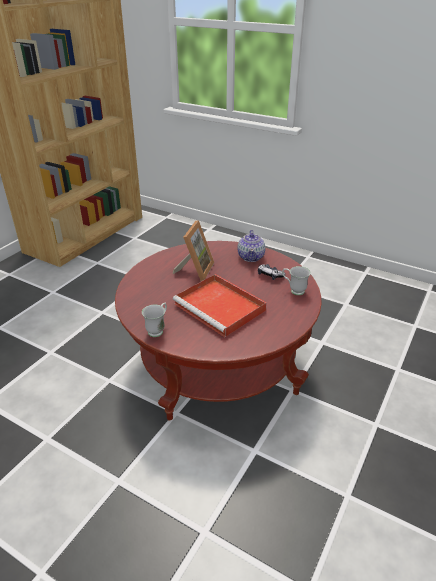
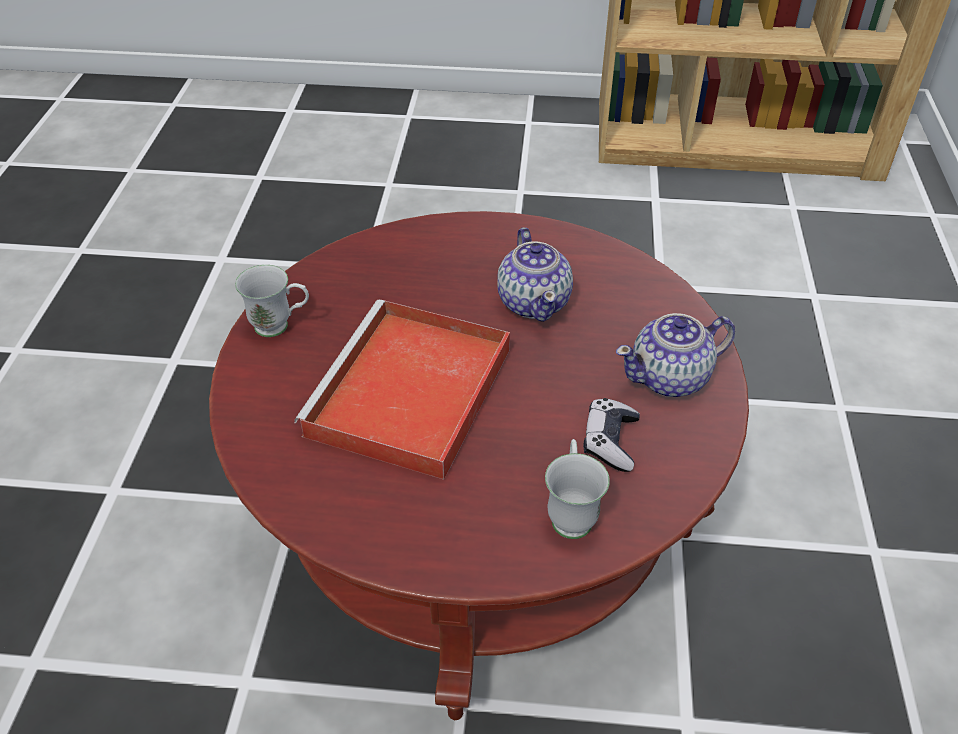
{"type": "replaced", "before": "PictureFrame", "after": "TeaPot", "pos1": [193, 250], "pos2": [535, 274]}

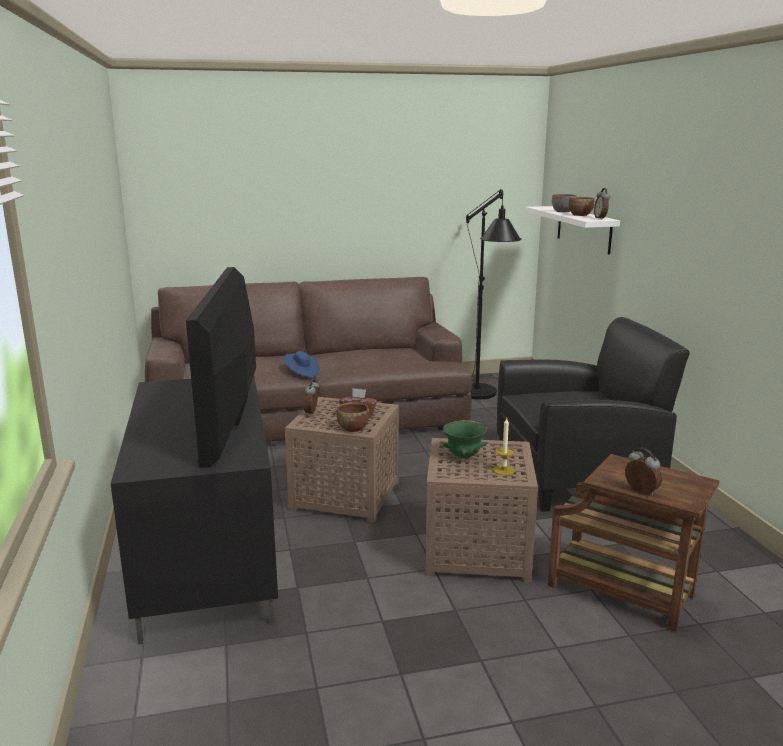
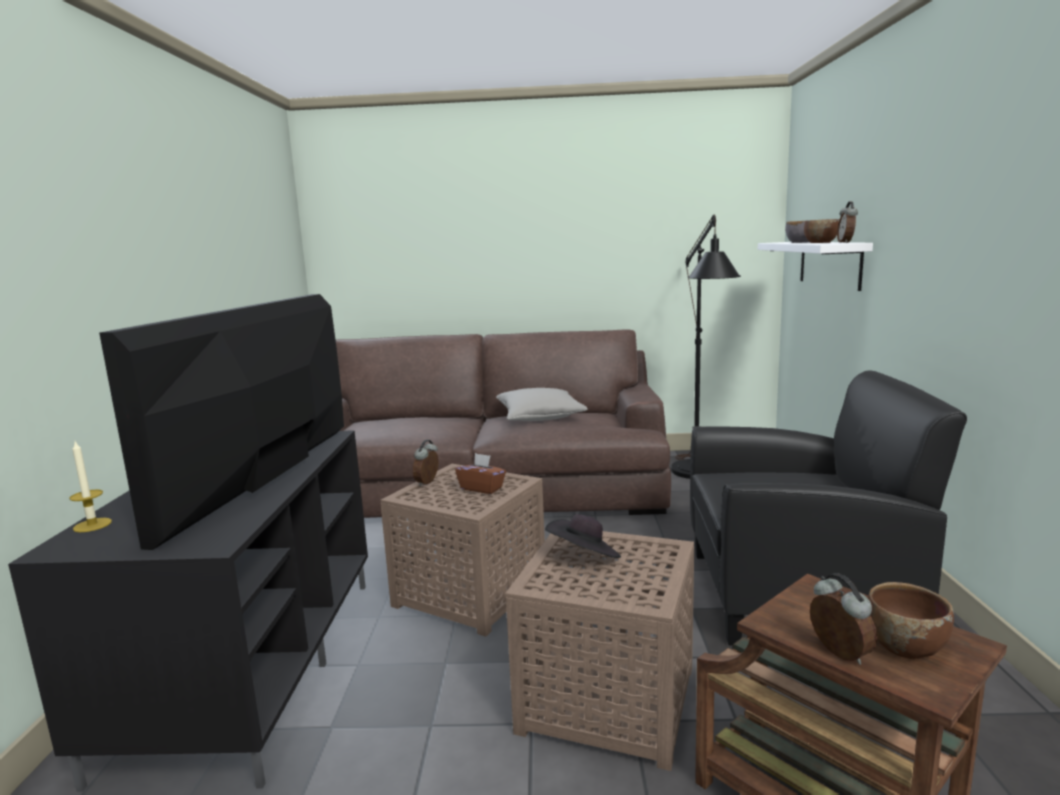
{"type": "moved", "before": "WaxLight", "pos1": [504, 446], "pos2": [90, 487]}
{"type": "added", "after": "GreyishCushion", "pos2": [542, 404]}
{"type": "replaced", "before": "GreenColouredServingBowl", "after": "BlackClothingHat", "pos1": [465, 439], "pos2": [583, 536]}
{"type": "moved", "before": "BrownishServingBowl", "pos1": [353, 417], "pos2": [911, 620]}
{"type": "removed", "before": "BluishClothingHat", "pos1": [301, 364]}

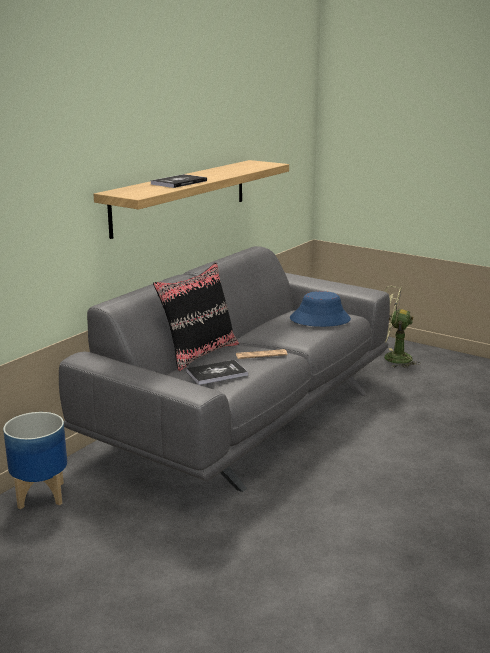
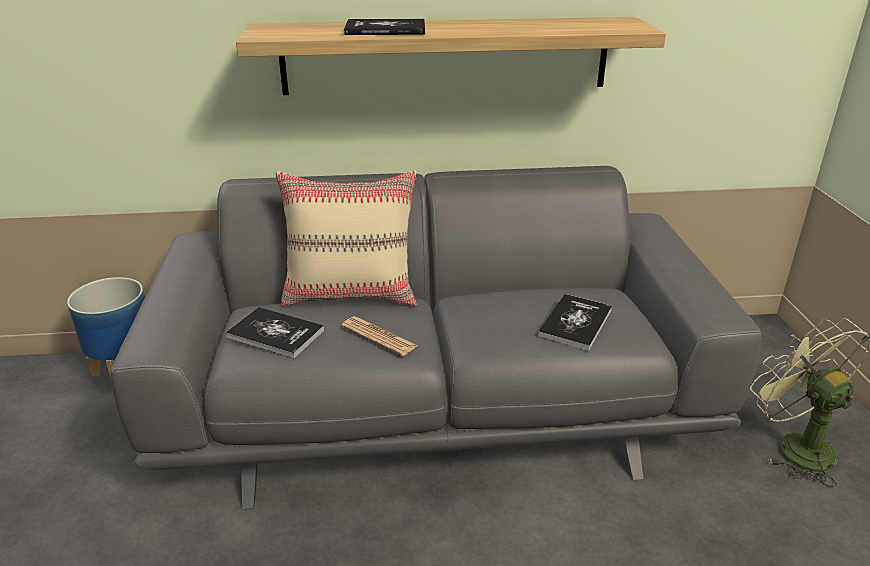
{"type": "recoloured", "before": "BlackCushion", "after": "BeigeColouredCushion", "pos1": [196, 316], "pos2": [346, 238]}
{"type": "replaced", "before": "BluishClothingHat", "after": "BoundBook", "pos1": [320, 309], "pos2": [575, 322]}

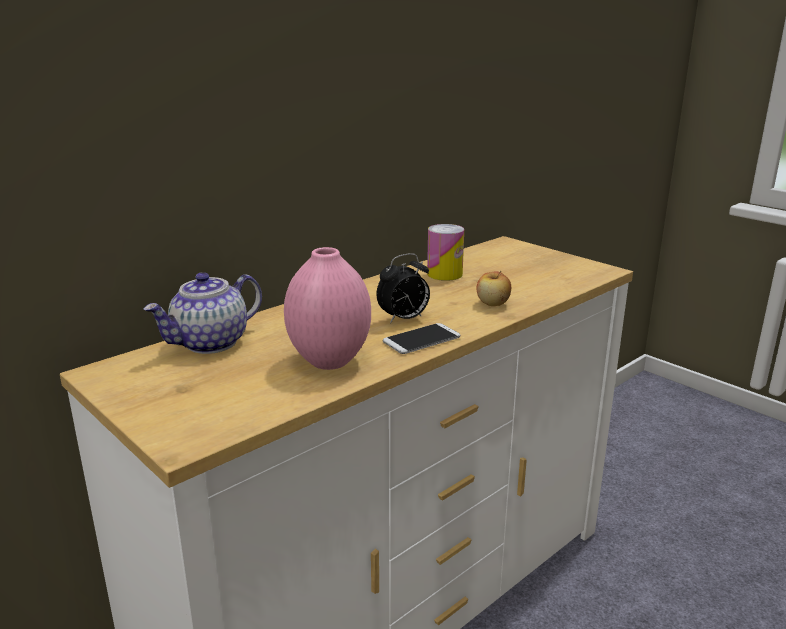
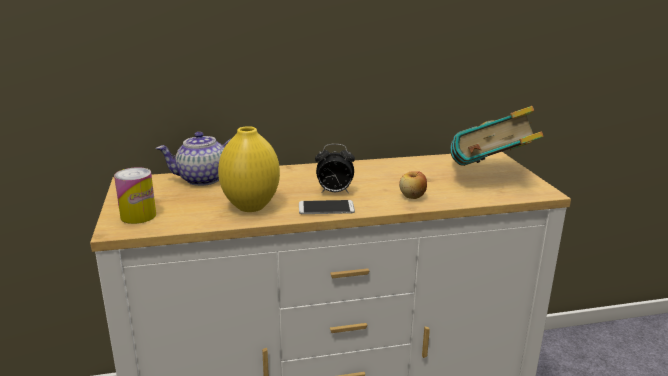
{"type": "moved", "before": "SealedCan", "pos1": [445, 252], "pos2": [135, 195]}
{"type": "recoloured", "before": "PinkishFlowerVase", "after": "YellowFlowerVase", "pos1": [327, 308], "pos2": [249, 169]}
{"type": "added", "after": "BoundBook", "pos2": [496, 136]}

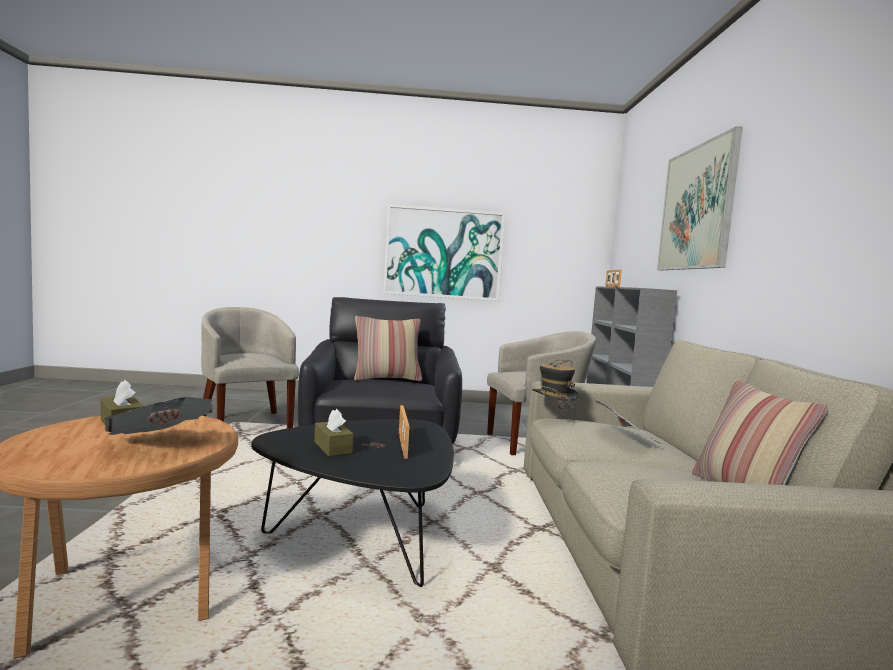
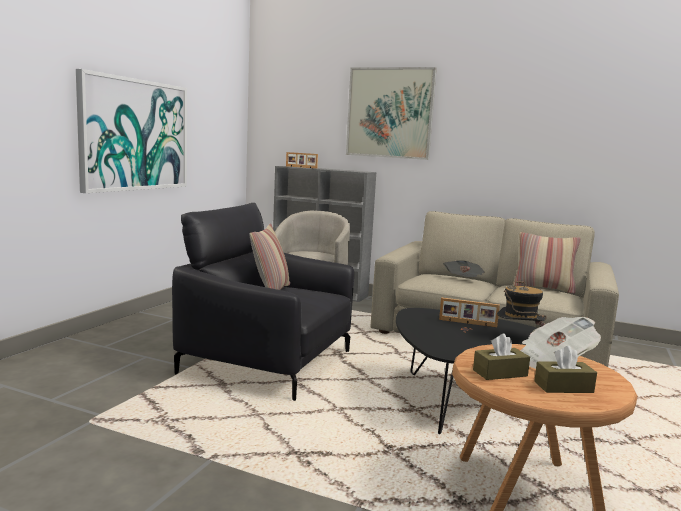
{"type": "moved", "before": "ClothingHat", "pos1": [555, 390], "pos2": [522, 303]}
{"type": "moved", "before": "BrownishTissueHolder", "pos1": [334, 432], "pos2": [565, 369]}
{"type": "removed", "before": "BeigeColouredEasyChair", "pos1": [250, 367]}

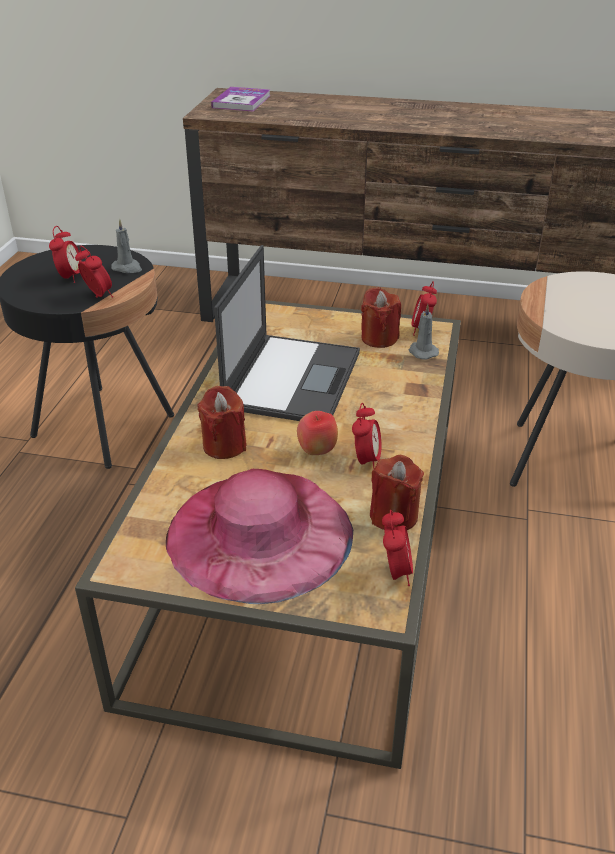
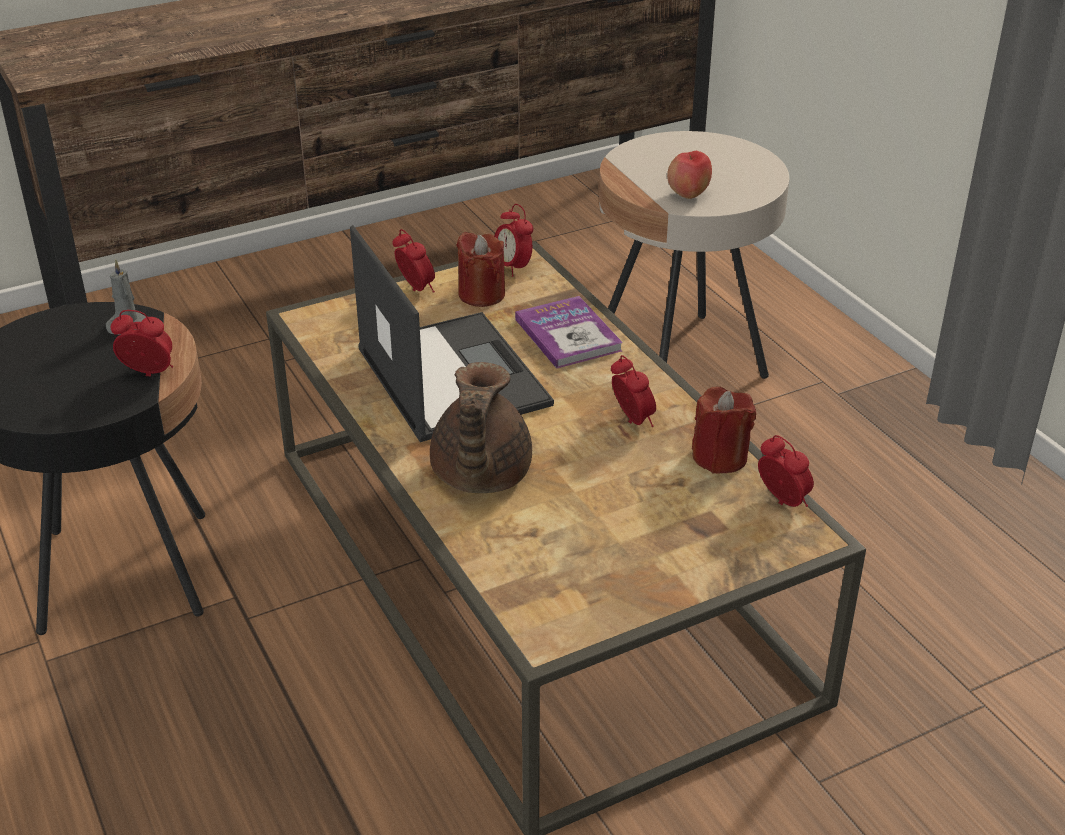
{"type": "moved", "before": "BedsideClock", "pos1": [65, 254], "pos2": [413, 261]}
{"type": "replaced", "before": "RedWaxLight", "after": "BrownishTeaPot", "pos1": [222, 422], "pos2": [481, 427]}
{"type": "moved", "before": "BoundBook", "pos1": [240, 99], "pos2": [569, 332]}
{"type": "moved", "before": "Apple", "pos1": [317, 433], "pos2": [689, 175]}
{"type": "removed", "before": "PinkishClothingHat", "pos1": [259, 536]}
{"type": "removed", "before": "GreyishWaxLight", "pos1": [424, 332]}

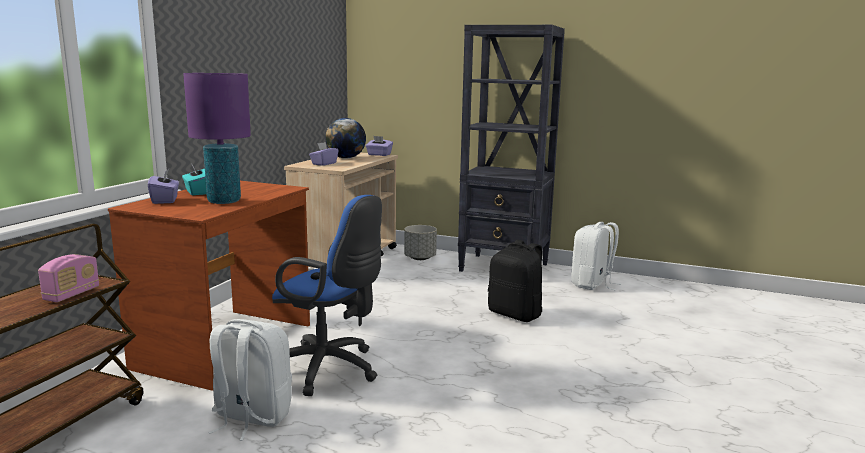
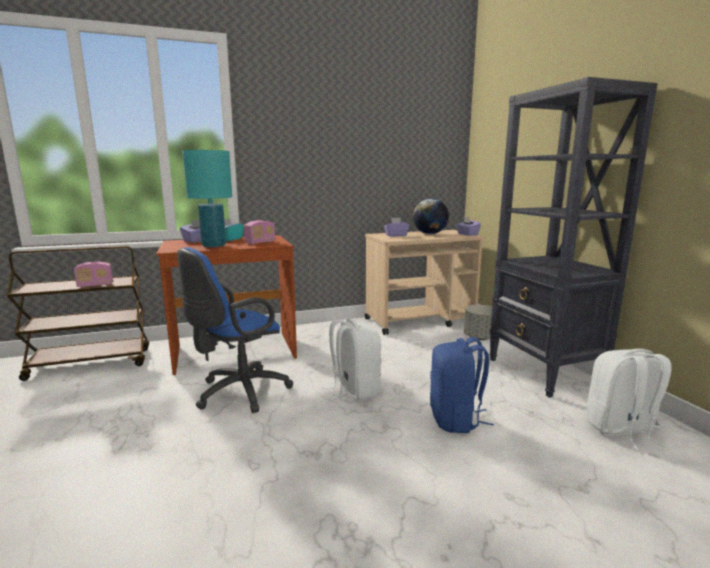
{"type": "turned", "before": "BluishComputerChair", "pos1": [327, 295], "pos2": [235, 330], "turn": 60}
{"type": "recoloured", "before": "PurpleTableLamp", "after": "TurquoiseTableLamp", "pos1": [217, 138], "pos2": [207, 198]}
{"type": "added", "after": "RadioSet", "pos2": [259, 232]}
{"type": "moved", "before": "WhiteRucksack", "pos1": [250, 380], "pos2": [351, 360]}
{"type": "recoloured", "before": "BlackRucksack", "after": "BluishRucksack", "pos1": [515, 281], "pos2": [462, 385]}

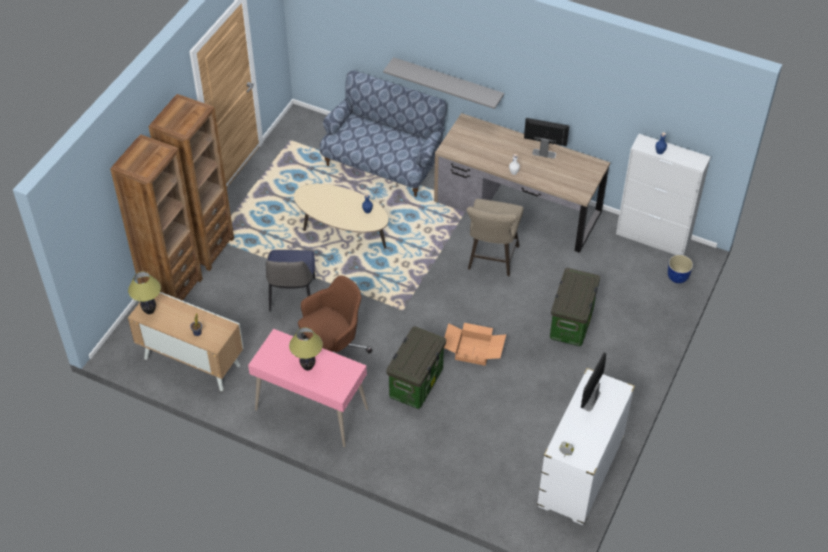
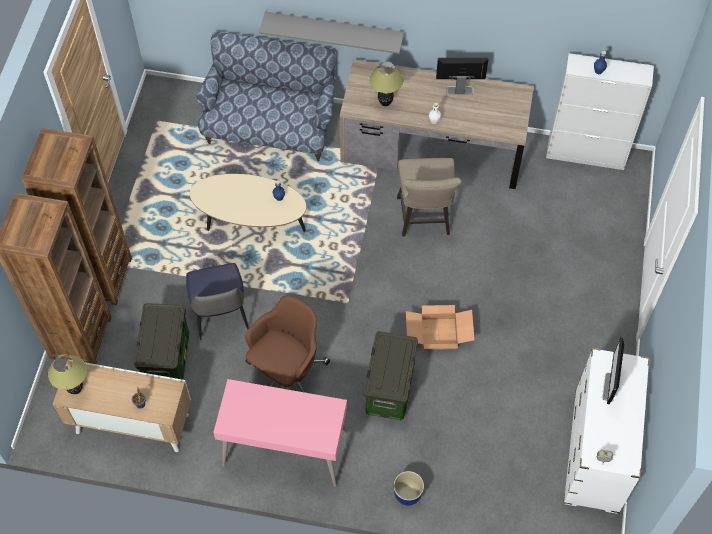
{"type": "moved", "before": "StorageBin", "pos1": [575, 307], "pos2": [161, 341]}
{"type": "moved", "before": "TableLamp", "pos1": [306, 349], "pos2": [386, 83]}
{"type": "moved", "before": "FlowerPot", "pos1": [680, 269], "pos2": [408, 488]}

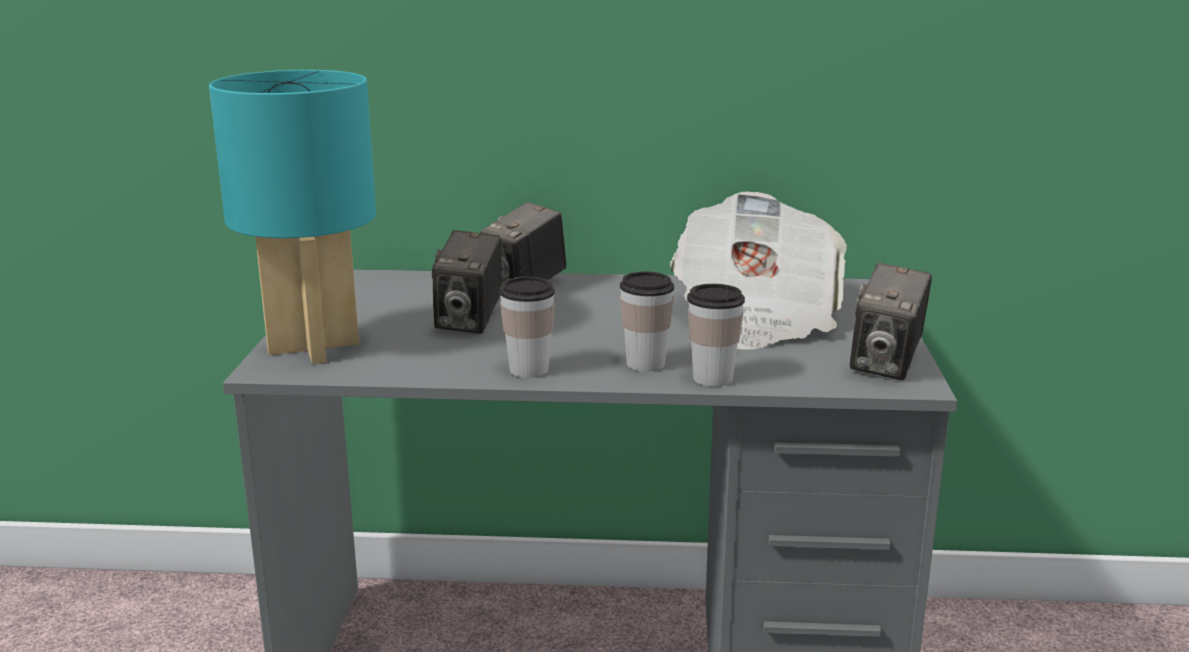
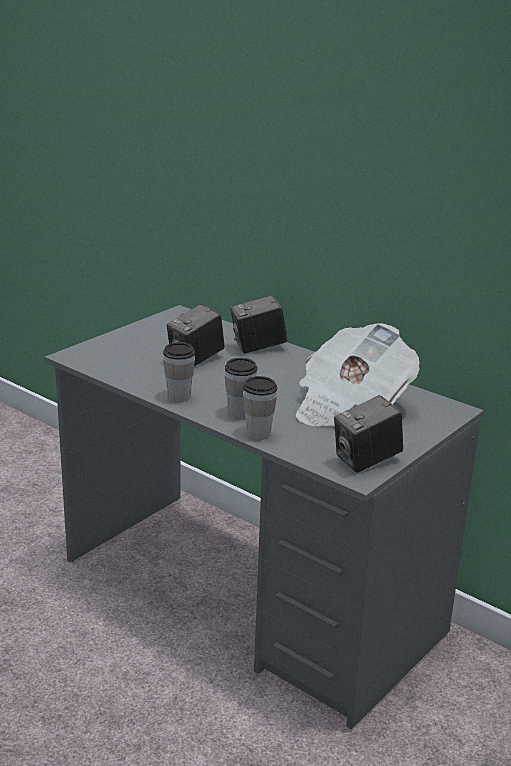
{"type": "removed", "before": "TurquoiseTableLamp", "pos1": [292, 217]}

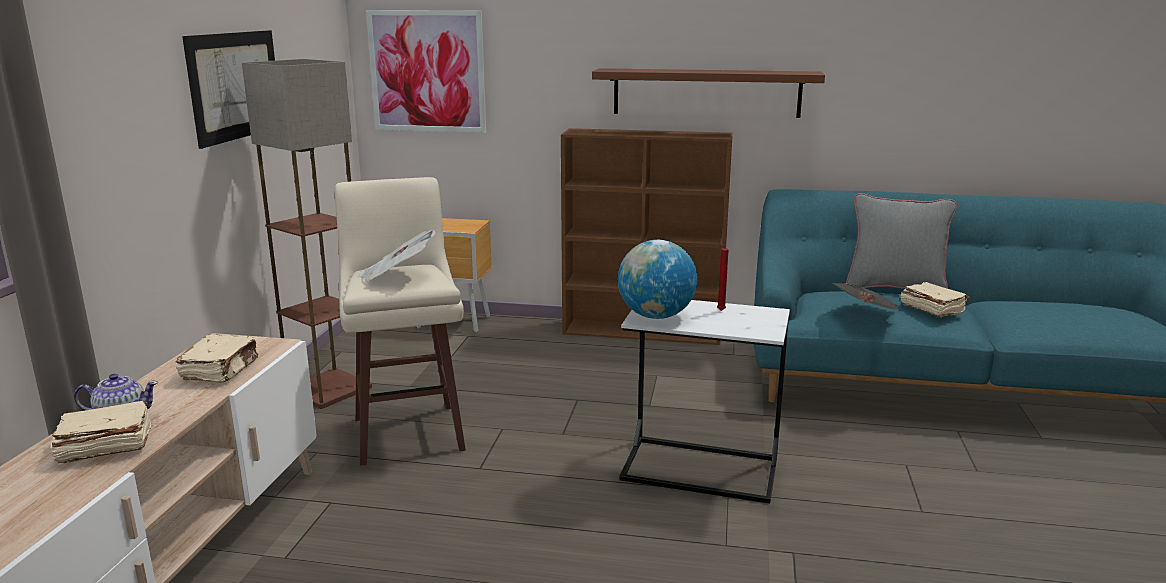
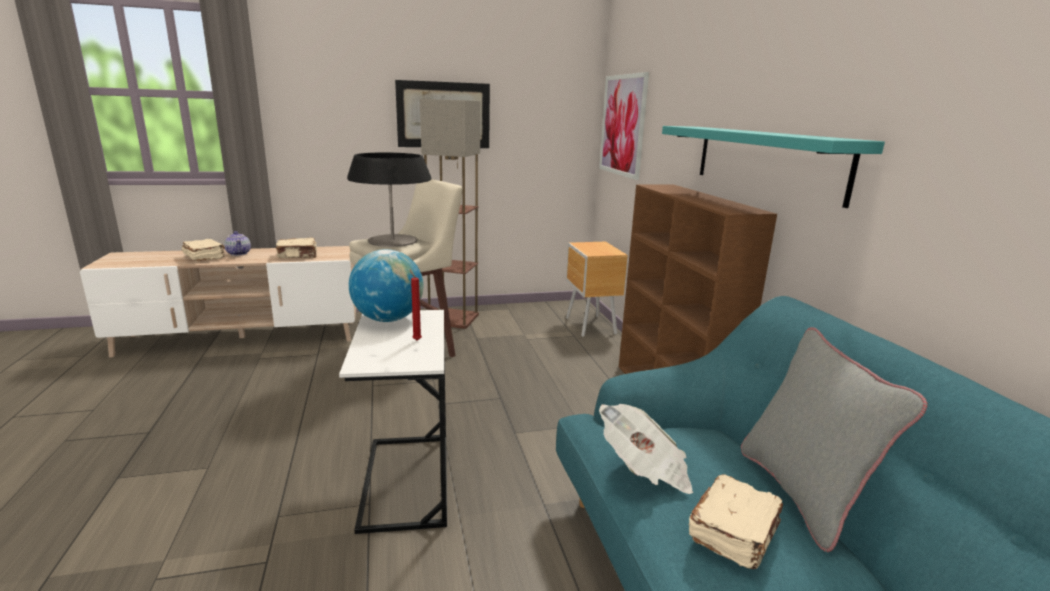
{"type": "replaced", "before": "Newspaper", "after": "TableLamp", "pos1": [397, 256], "pos2": [389, 200]}
{"type": "recoloured", "before": "BrownishShelf", "after": "TurquoiseShelf", "pos1": [708, 93], "pos2": [773, 167]}

